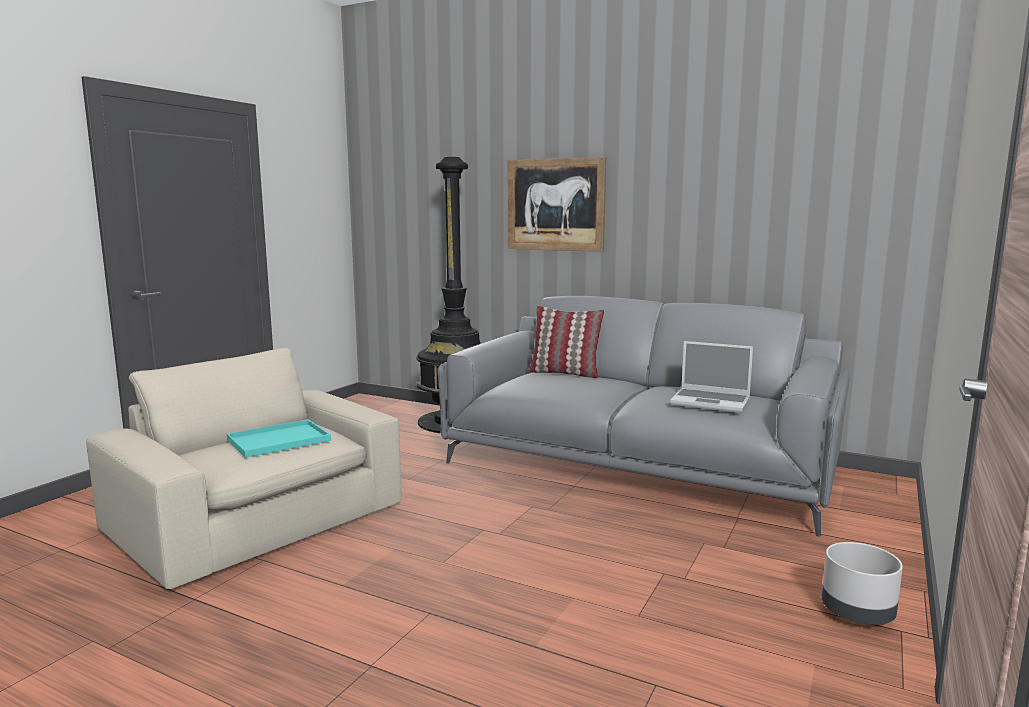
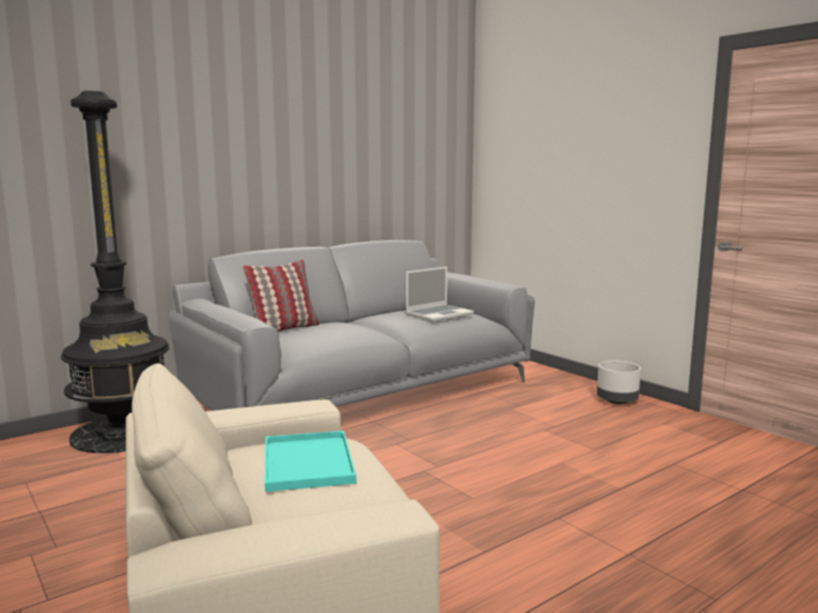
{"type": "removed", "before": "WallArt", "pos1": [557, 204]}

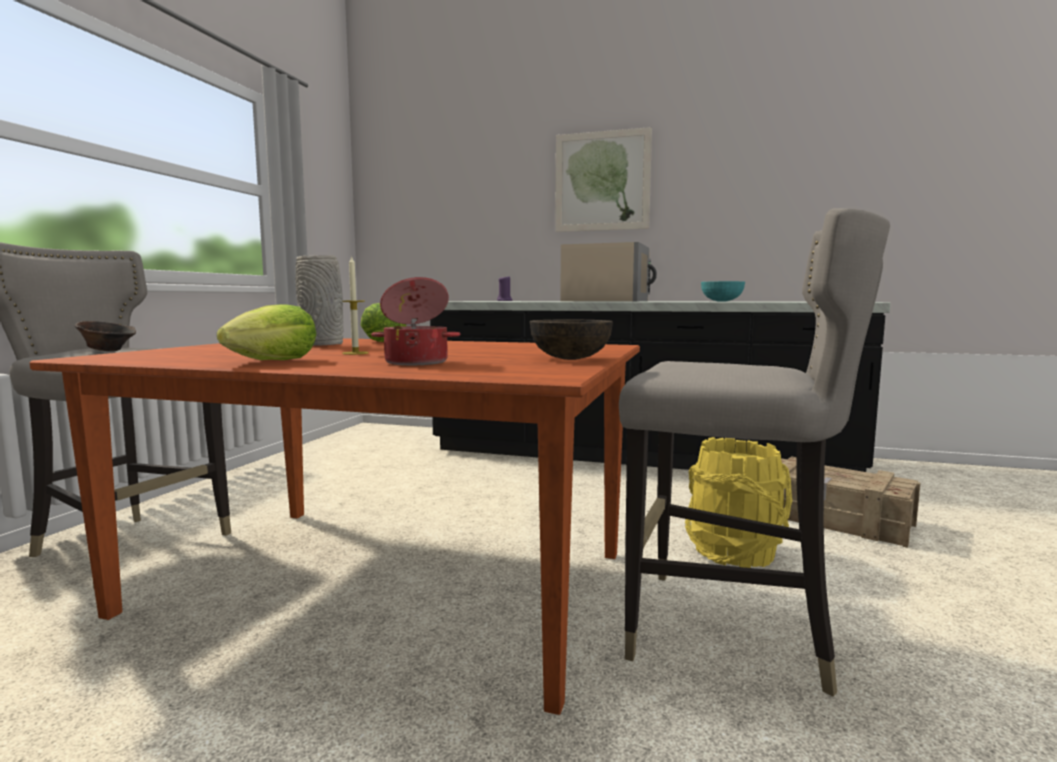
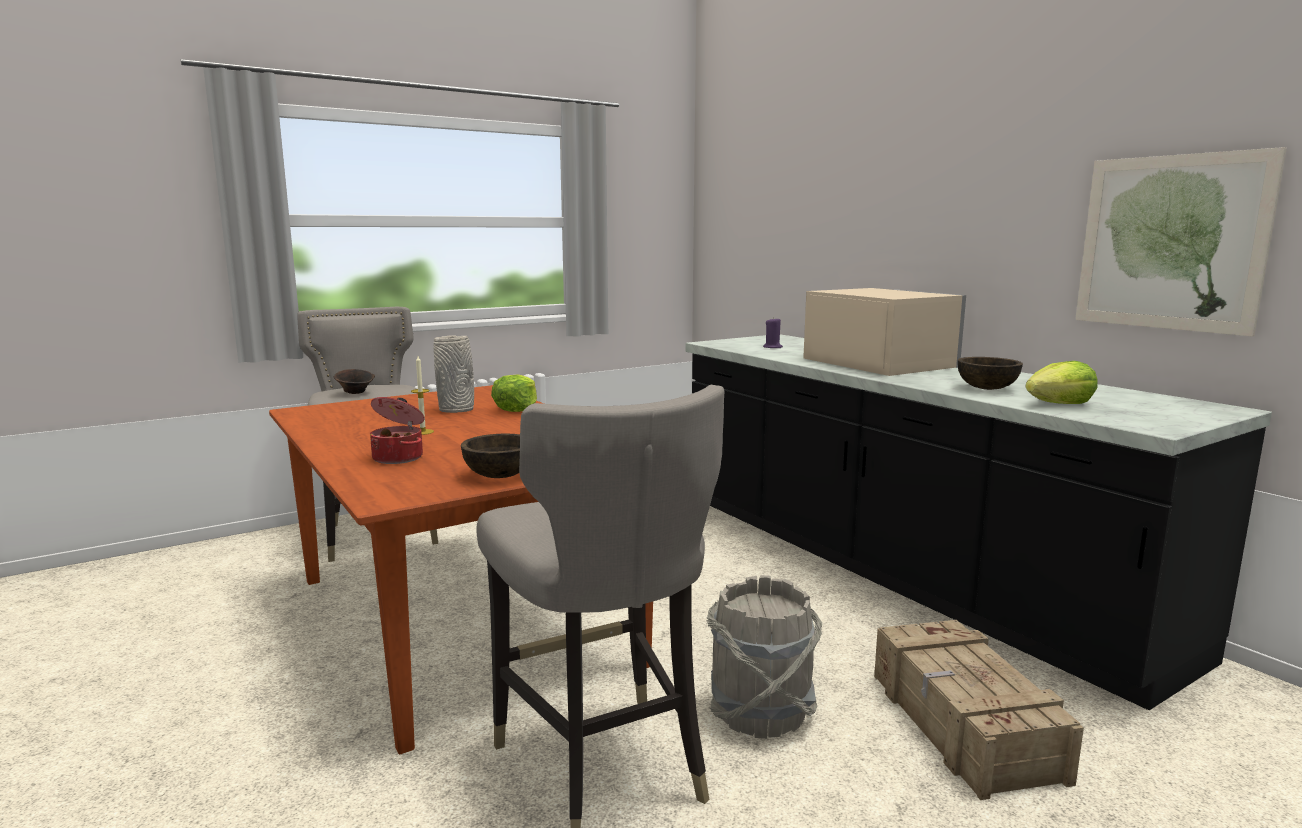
{"type": "recoloured", "before": "YellowPail", "after": "GreyishPail", "pos1": [738, 502], "pos2": [764, 657]}
{"type": "turned", "before": "BeigeColouredKitchenMicrowave", "pos1": [608, 271], "pos2": [884, 332], "turn": -90}
{"type": "recoloured", "before": "TurquoiseServingBowl", "after": "BrownishServingBowl", "pos1": [723, 291], "pos2": [990, 373]}
{"type": "moved", "before": "Lettuce", "pos1": [266, 332], "pos2": [1062, 382]}
{"type": "moved", "before": "WallArt", "pos1": [603, 179], "pos2": [1181, 241]}

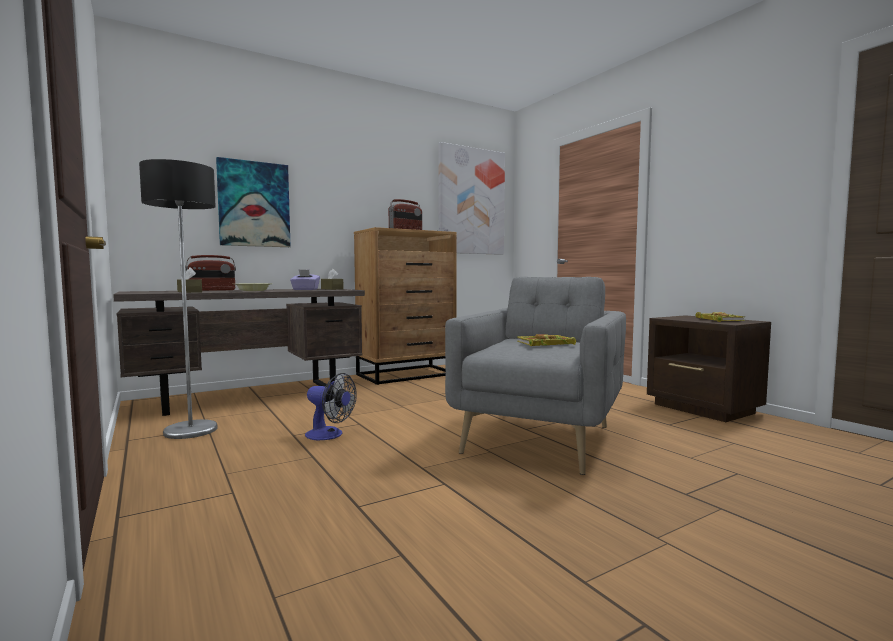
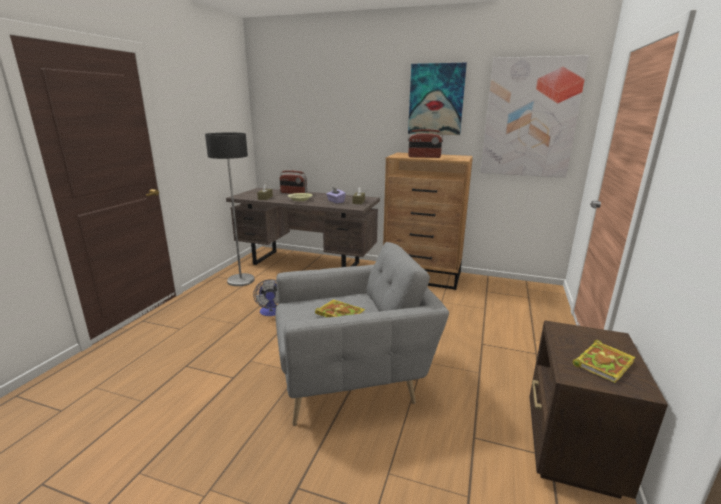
{"type": "moved", "before": "WallArt", "pos1": [253, 202], "pos2": [437, 99]}

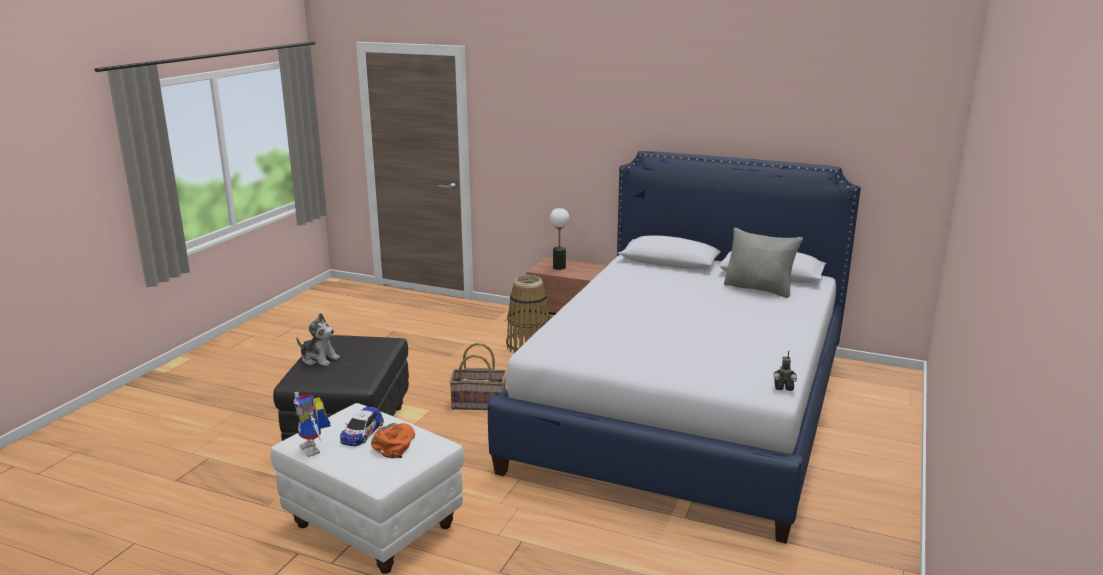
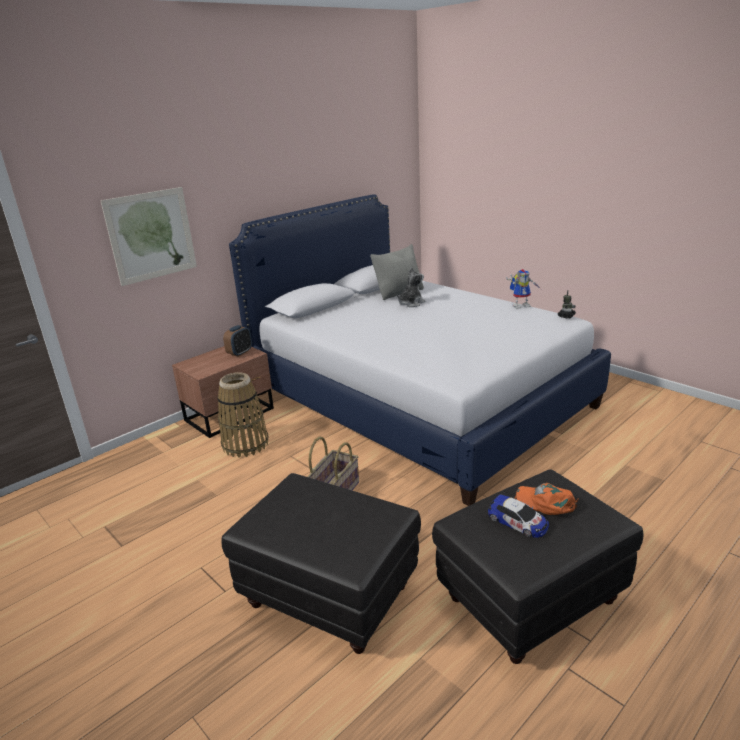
{"type": "added", "after": "WallArt", "pos2": [149, 236]}
{"type": "added", "after": "BedsideClock", "pos2": [237, 341]}
{"type": "moved", "before": "SoftToy", "pos1": [318, 339], "pos2": [411, 287]}
{"type": "recoloured", "before": "WhitePouffe", "after": "BlackPouffe", "pos1": [367, 488], "pos2": [537, 566]}
{"type": "moved", "before": "ModelRobot", "pos1": [312, 424], "pos2": [523, 289]}
{"type": "removed", "before": "TableLamp", "pos1": [560, 239]}

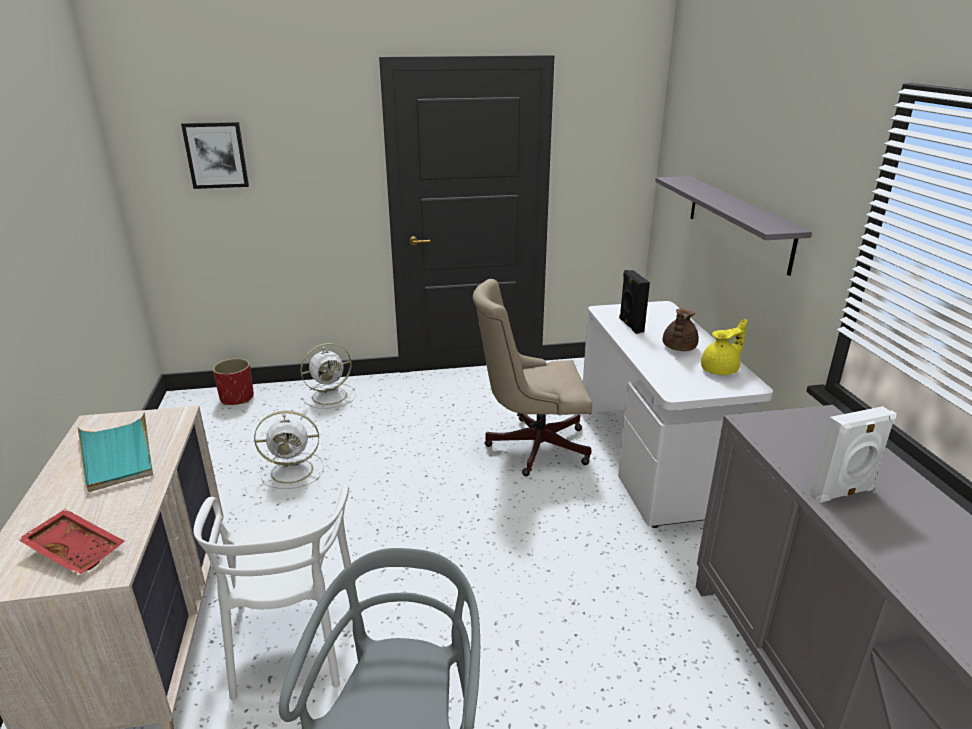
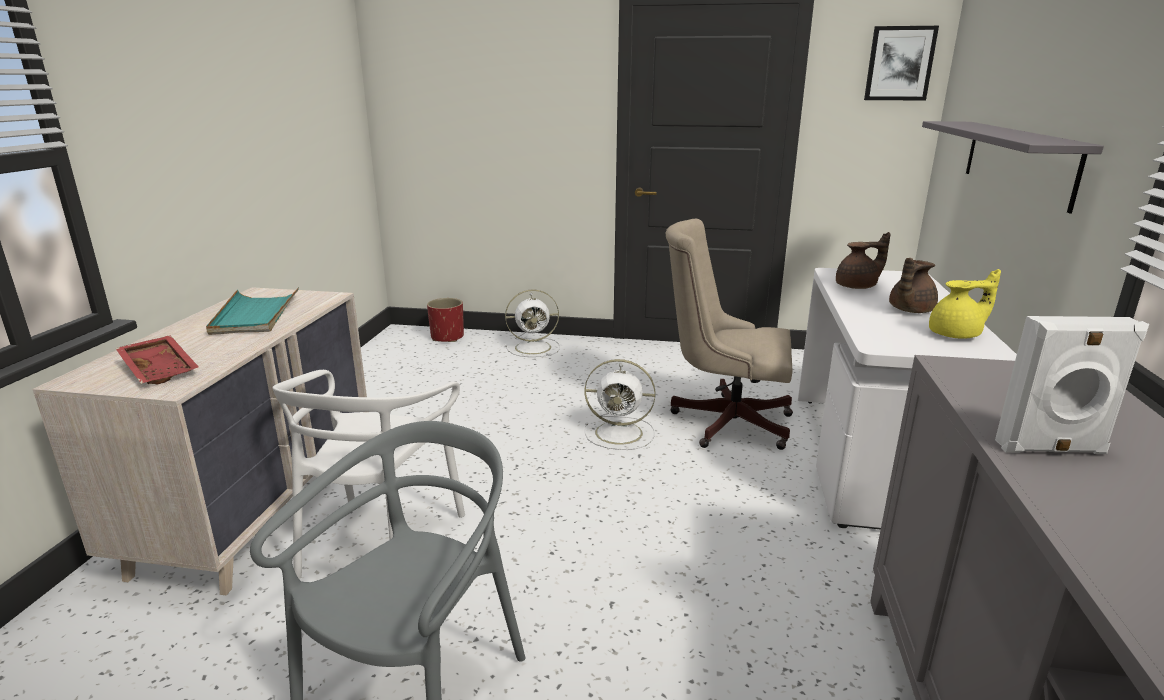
{"type": "moved", "before": "WhiteFan", "pos1": [289, 450], "pos2": [620, 404]}
{"type": "replaced", "before": "BlackAudioSpeaker", "after": "BrownishTeaPot", "pos1": [634, 302], "pos2": [863, 260]}
{"type": "moved", "before": "WallArt", "pos1": [215, 155], "pos2": [901, 63]}

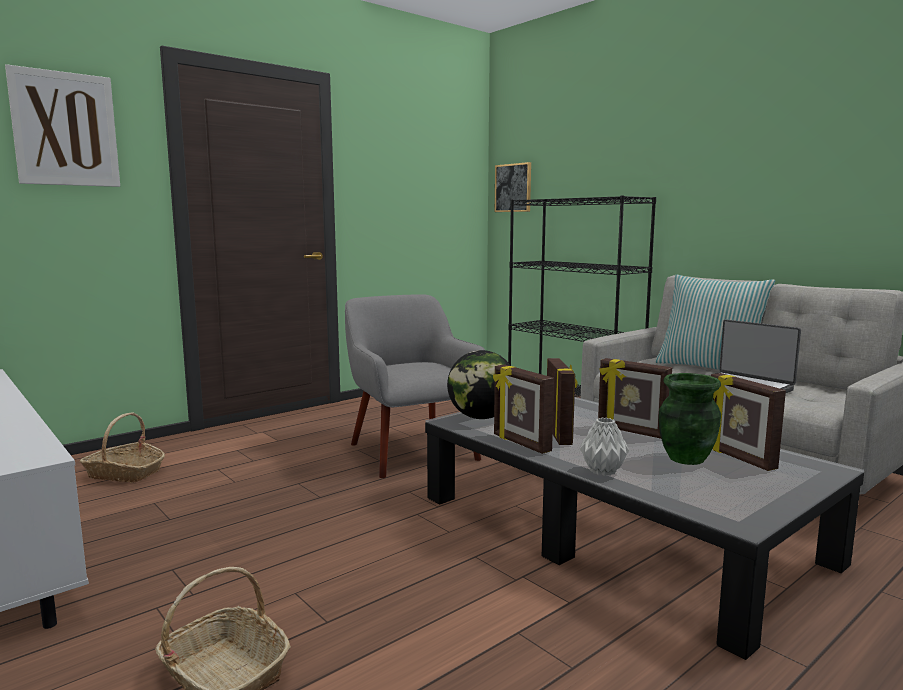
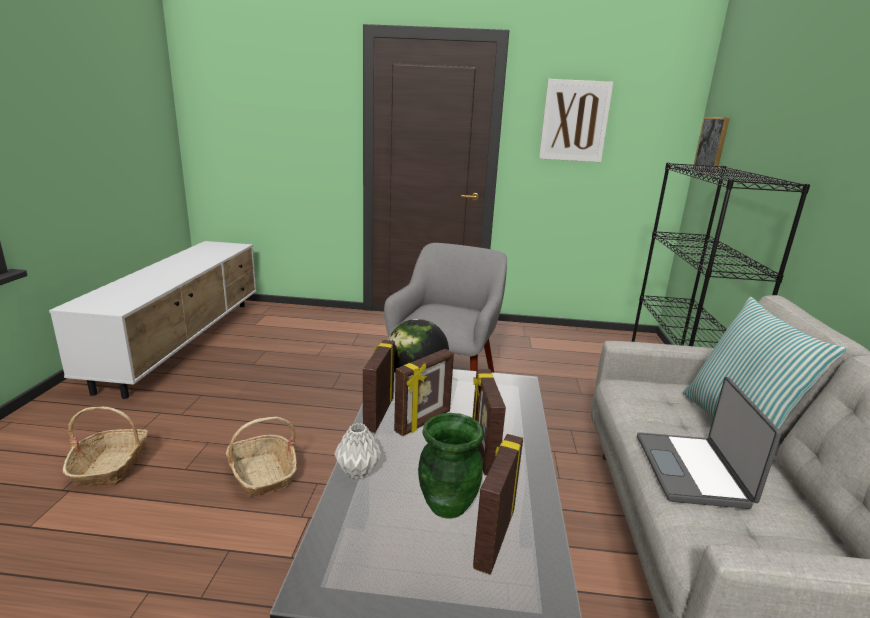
{"type": "moved", "before": "HouseholdBasket", "pos1": [122, 447], "pos2": [261, 457]}
{"type": "moved", "before": "WallArt", "pos1": [62, 125], "pos2": [576, 120]}

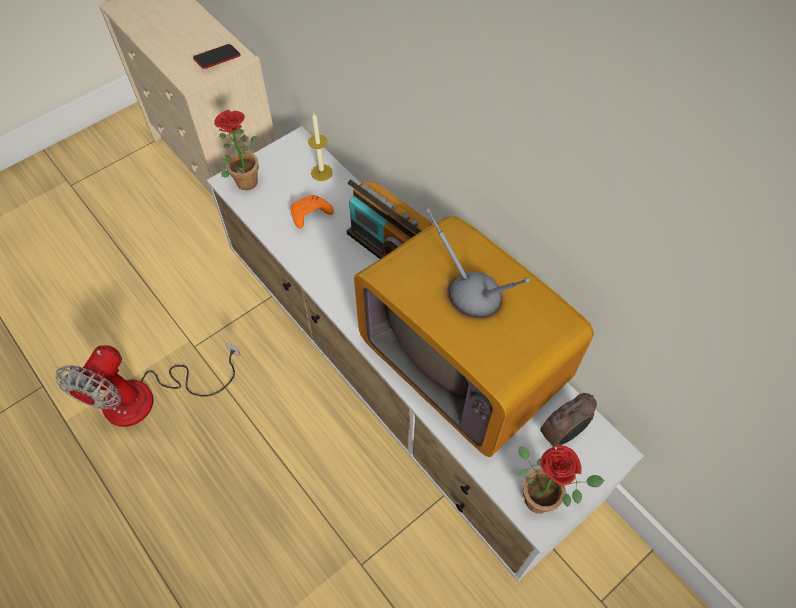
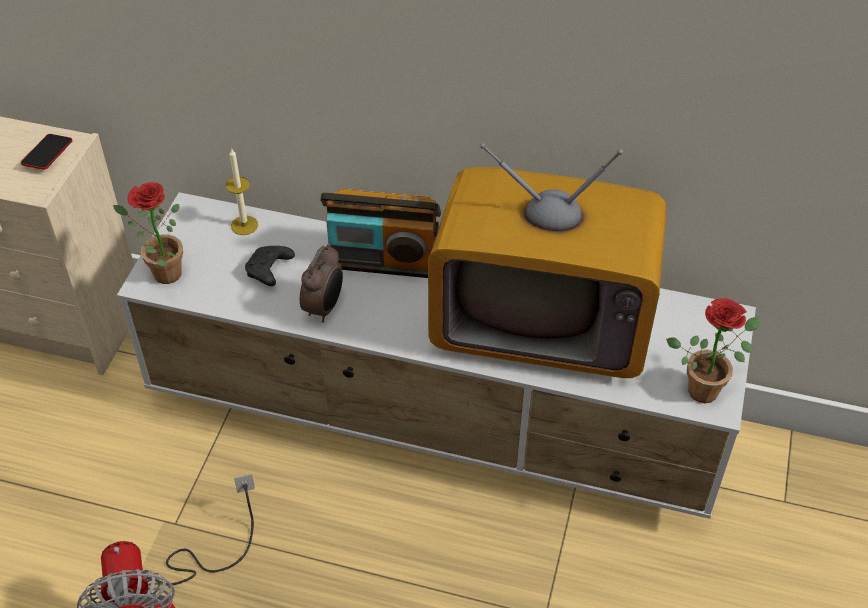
{"type": "recoloured", "before": "OrangeJoypad", "after": "BlackJoypad", "pos1": [312, 212], "pos2": [270, 266]}
{"type": "moved", "before": "BedsideClock", "pos1": [568, 420], "pos2": [321, 283]}

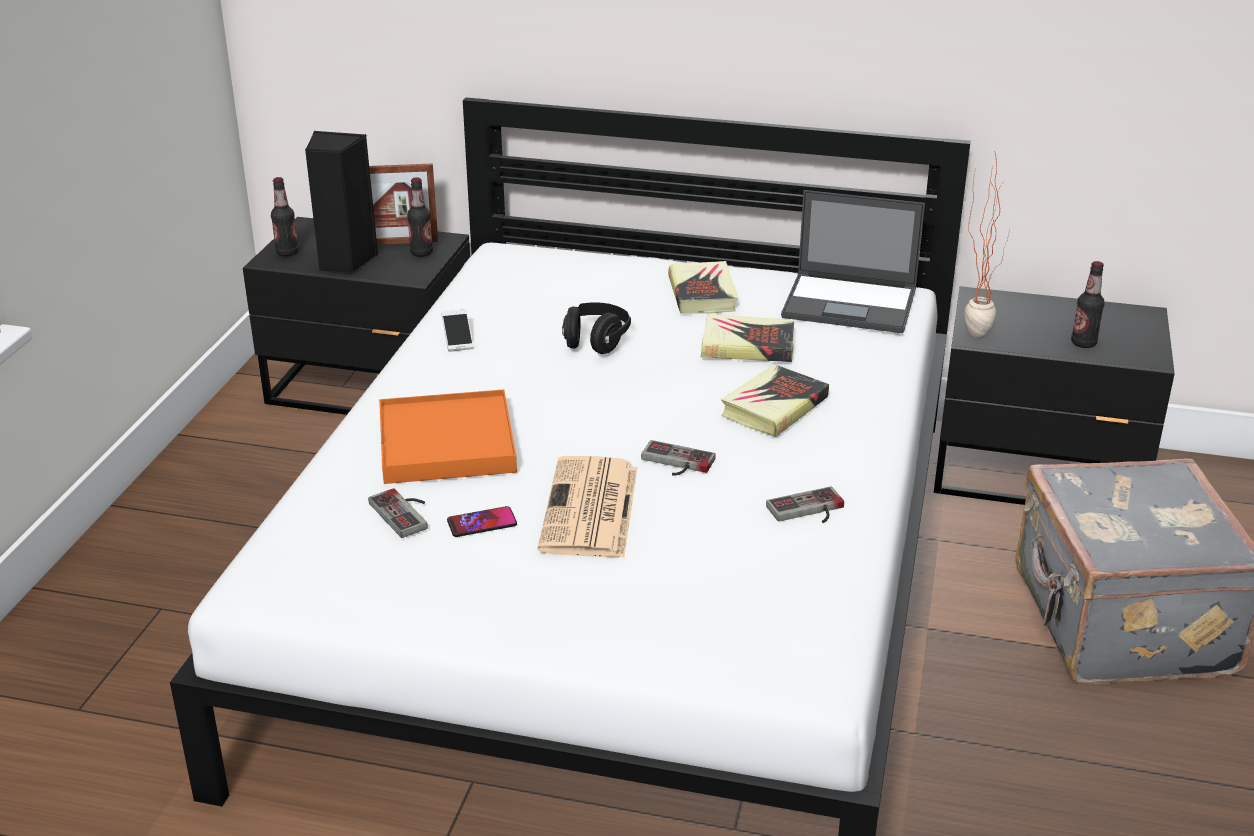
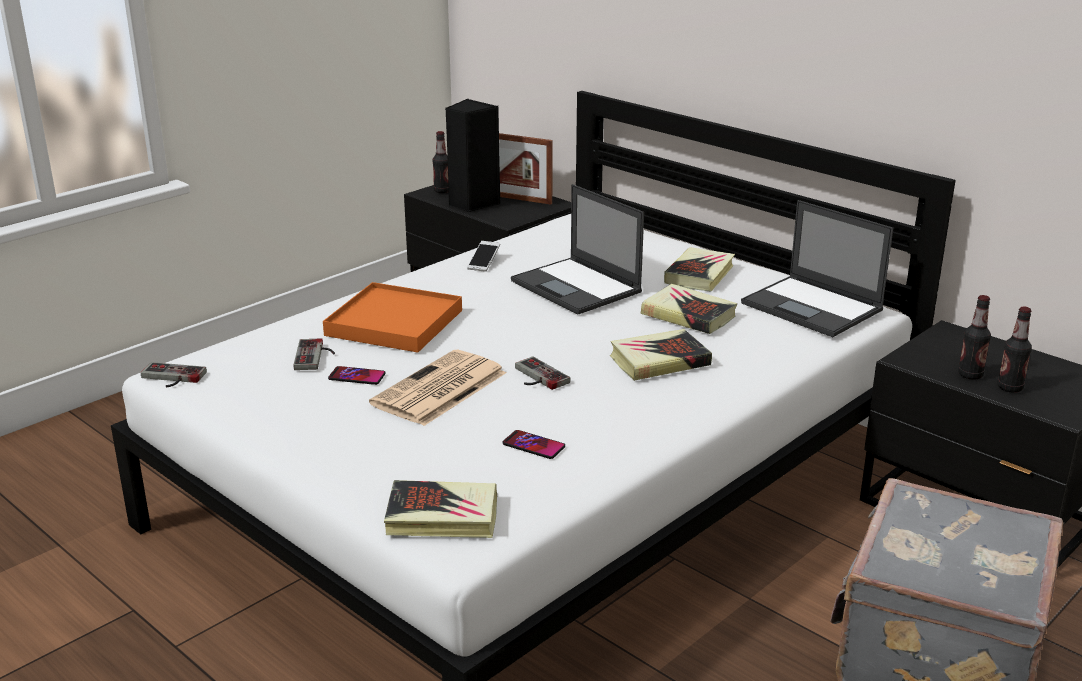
{"type": "moved", "before": "Joypad", "pos1": [805, 504], "pos2": [174, 374]}
{"type": "added", "after": "BoundBook", "pos2": [440, 509]}
{"type": "added", "after": "Telephone", "pos2": [534, 444]}
{"type": "replaced", "before": "BlackHeadset", "after": "Laptop", "pos1": [596, 328], "pos2": [577, 249]}
{"type": "moved", "before": "Bottle", "pos1": [420, 217], "pos2": [974, 337]}
{"type": "removed", "before": "PottedPlant", "pos1": [987, 245]}

